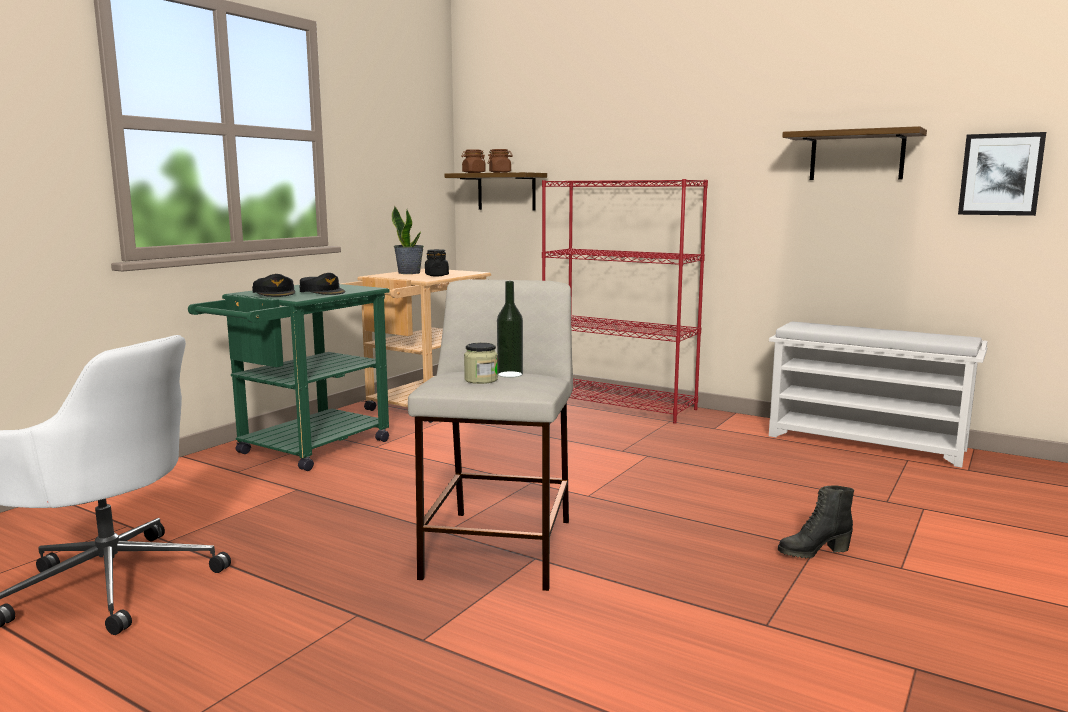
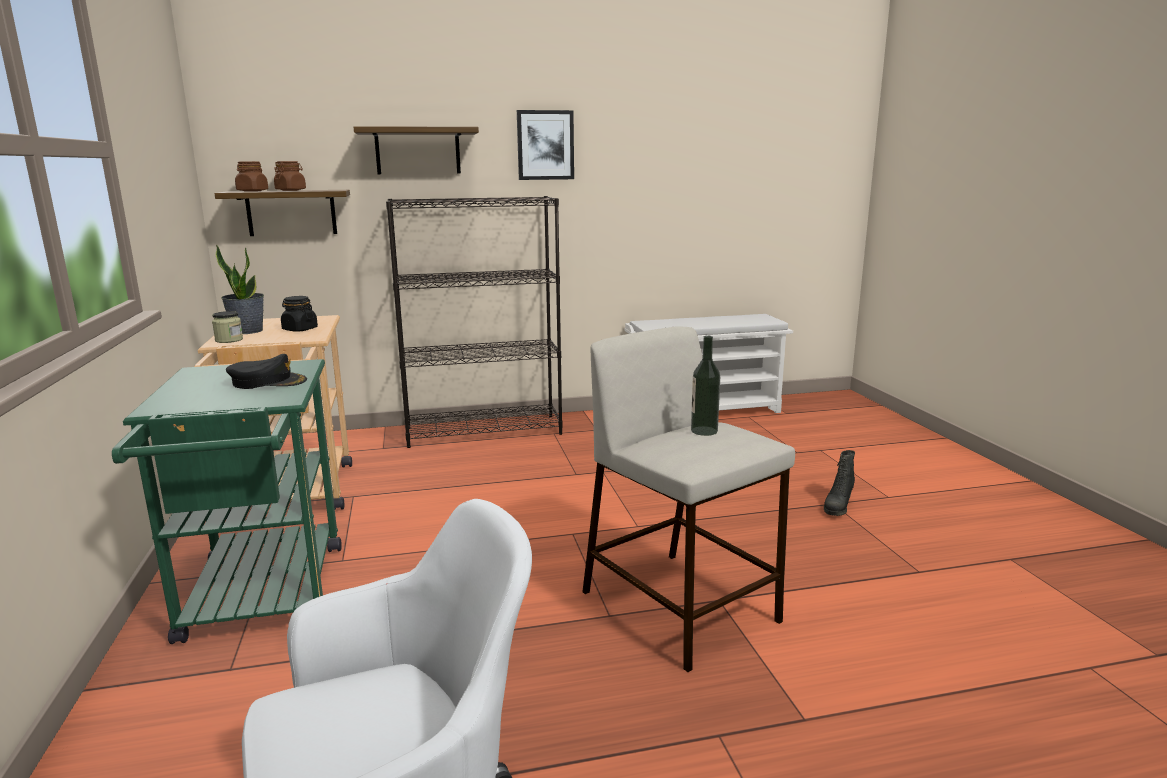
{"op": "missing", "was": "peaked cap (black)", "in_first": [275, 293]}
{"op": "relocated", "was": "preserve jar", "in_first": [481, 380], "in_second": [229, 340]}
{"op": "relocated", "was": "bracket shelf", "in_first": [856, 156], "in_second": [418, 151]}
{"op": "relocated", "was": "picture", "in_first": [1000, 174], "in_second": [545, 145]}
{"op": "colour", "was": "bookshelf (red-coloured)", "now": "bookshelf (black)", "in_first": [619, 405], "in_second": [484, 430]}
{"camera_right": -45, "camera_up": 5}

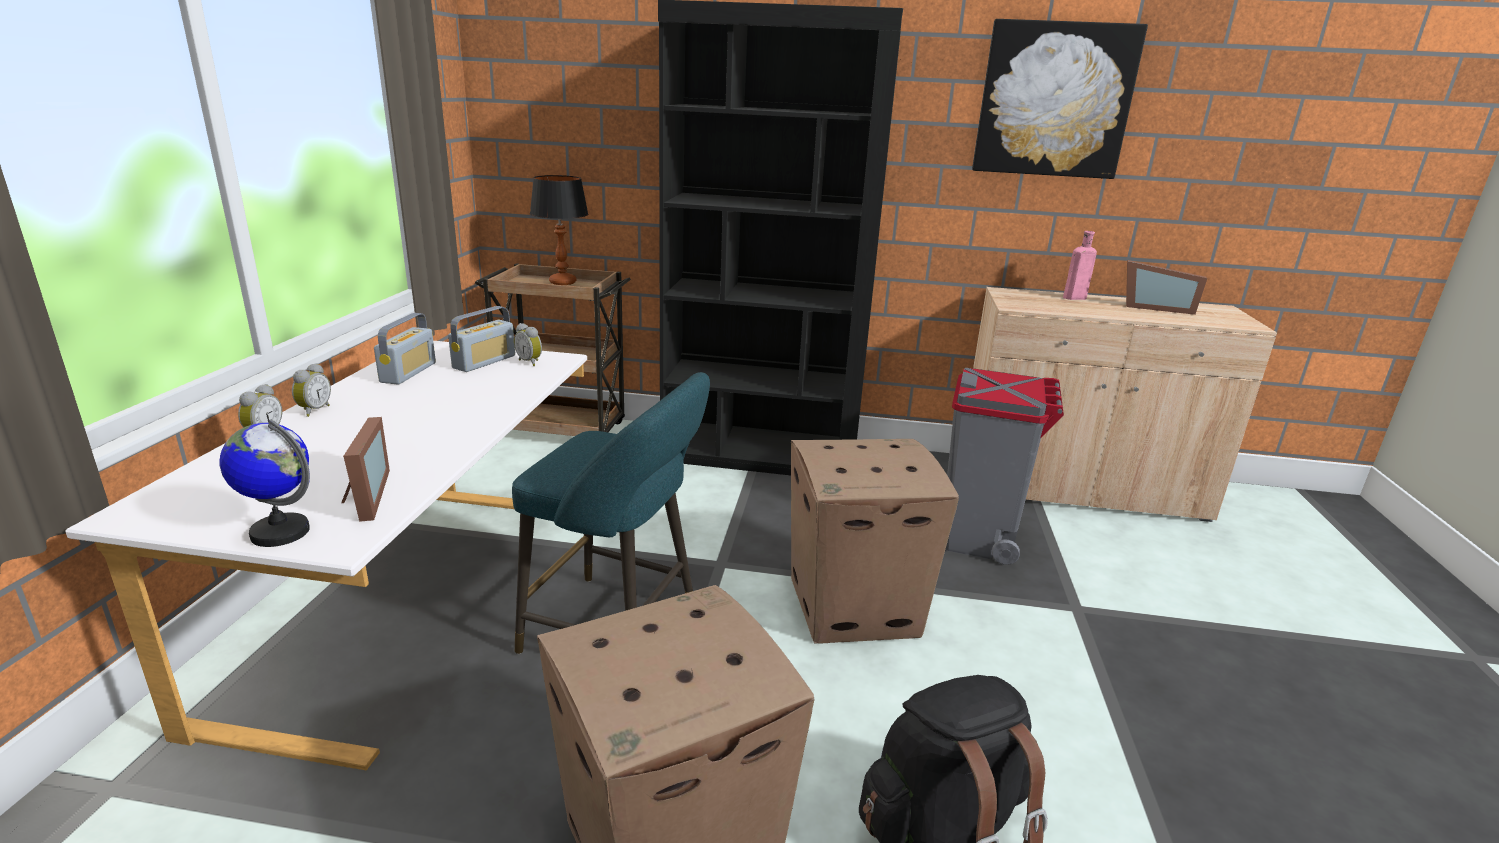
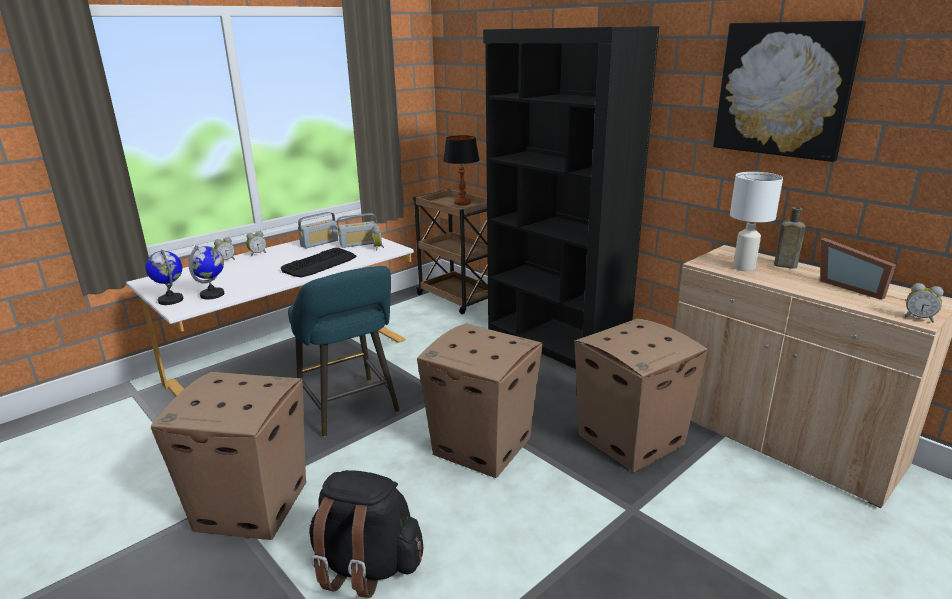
{"op": "appeared", "now": "keyboard", "in_second": [320, 263]}
{"op": "appeared", "now": "lamp for a table (white-coloured)", "in_second": [744, 268]}
{"op": "appeared", "now": "table clock", "in_second": [919, 318]}
{"op": "exchanged", "was": "picture frame", "now": "globe", "in_first": [362, 498], "in_second": [212, 295]}
{"op": "exchanged", "was": "rubbish bin (grey)", "now": "carton", "in_first": [979, 536], "in_second": [632, 439]}
{"op": "colour", "was": "drink bottle (pink)", "now": "drink bottle (brown-coloured)", "in_first": [1073, 298], "in_second": [783, 265]}
{"camera_right": 40, "camera_up": 0}

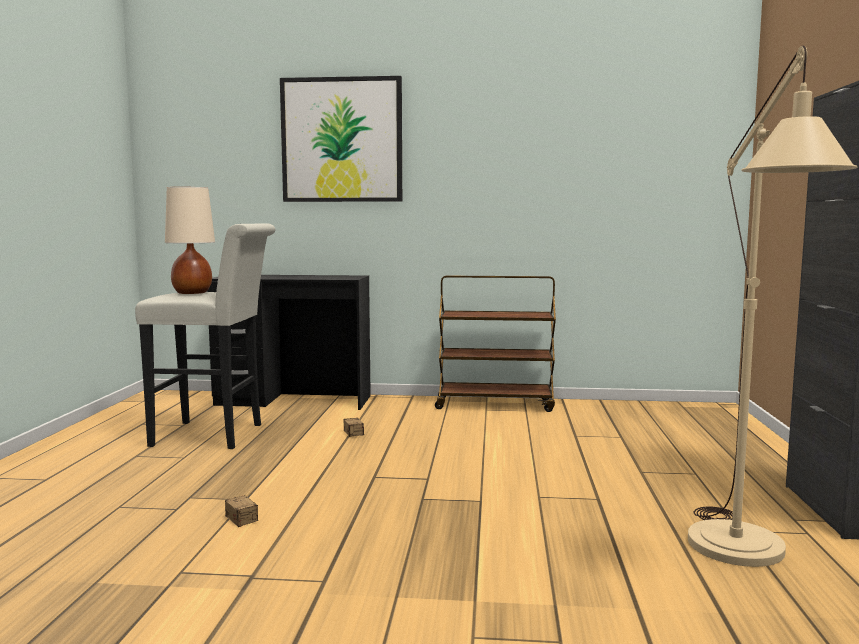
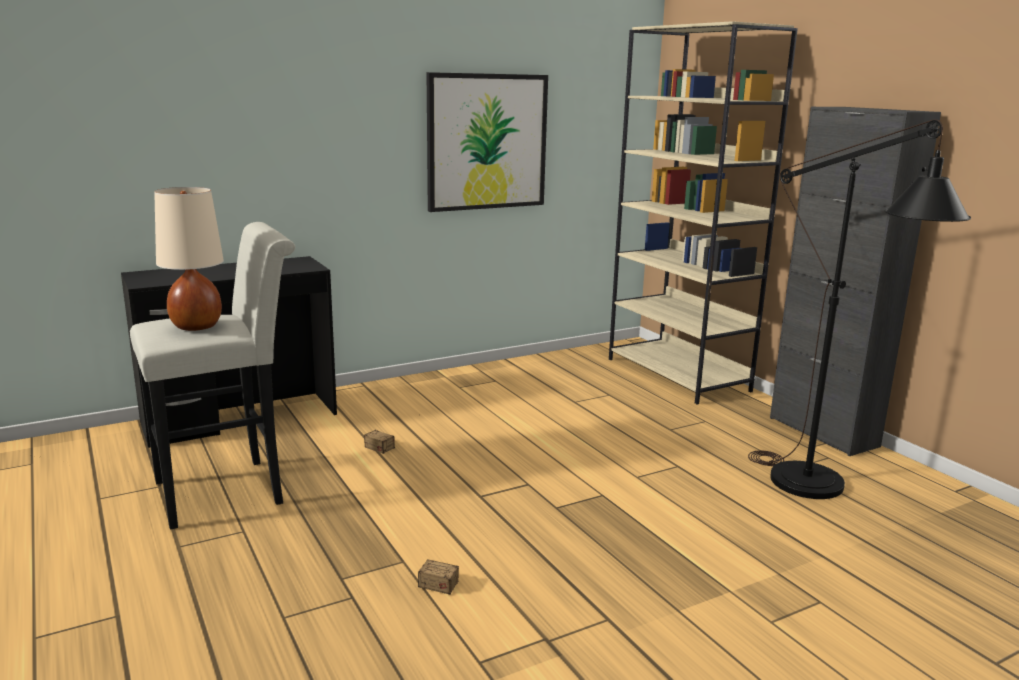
{"op": "missing", "was": "wheeled cart (brown-coloured)", "in_first": [495, 404]}
{"op": "appeared", "now": "bookshelf (beige-coloured)", "in_second": [678, 375]}
{"op": "relocated", "was": "picture", "in_first": [342, 140], "in_second": [487, 142]}
{"op": "colour", "was": "standing lamp (beige-coloured)", "now": "standing lamp (black)", "in_first": [742, 557], "in_second": [822, 491]}
{"camera_right": -35, "camera_up": 10}

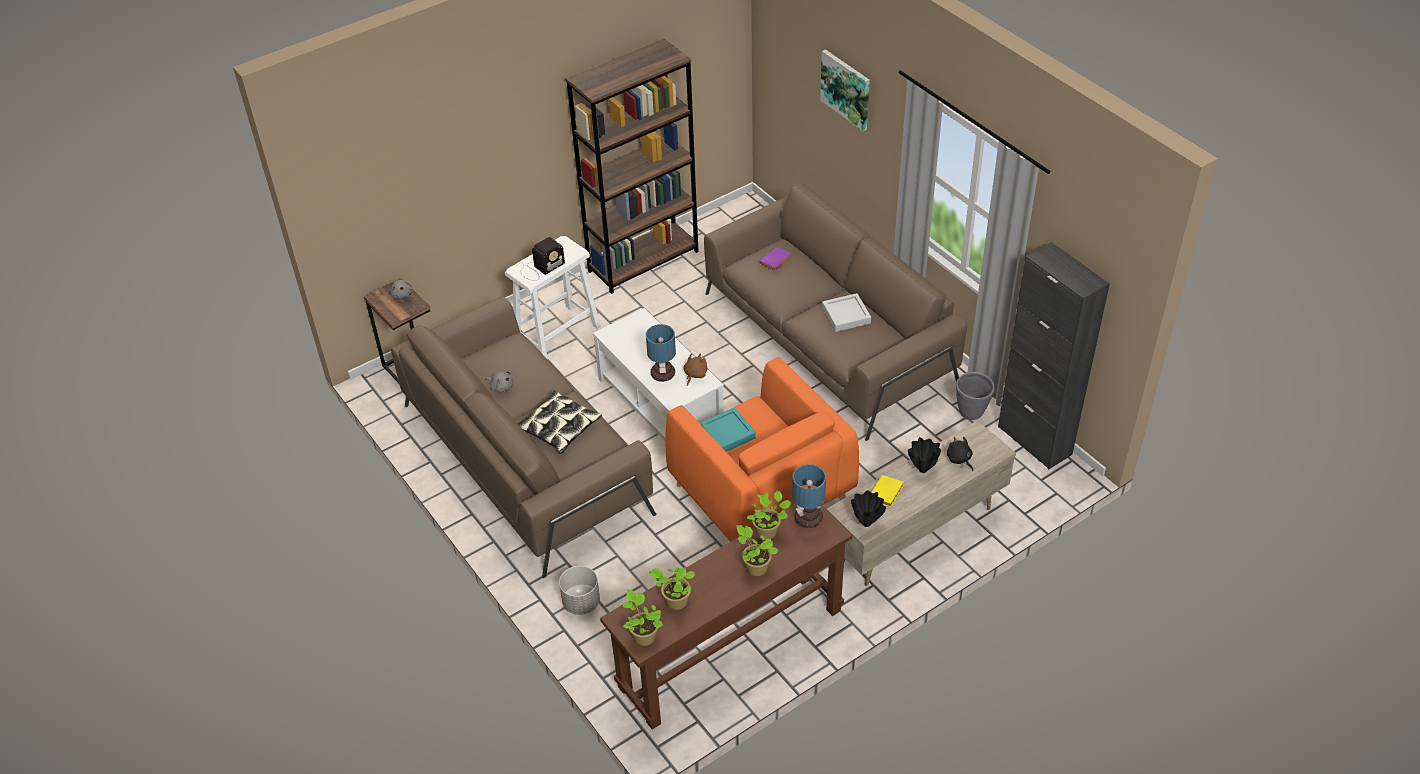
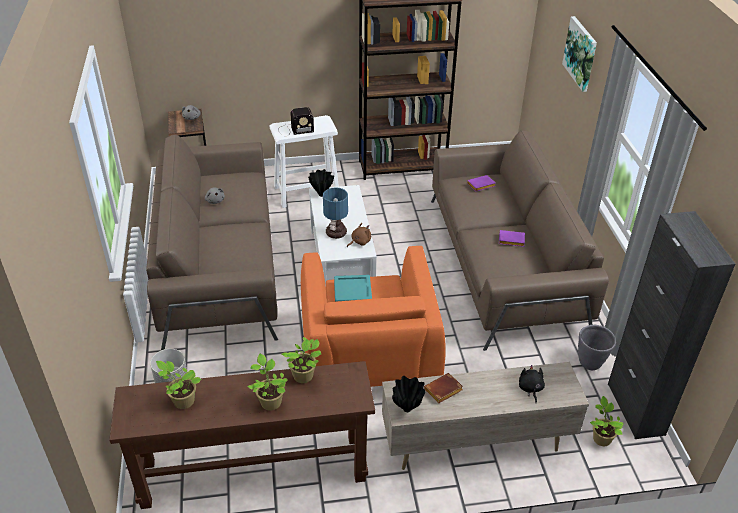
{"op": "missing", "was": "cushion", "in_first": [559, 428]}
{"op": "missing", "was": "lamp for a table", "in_first": [807, 519]}
{"op": "relocated", "was": "houseplant", "in_first": [643, 635], "in_second": [601, 438]}
{"op": "relocated", "was": "decorative vase (black)", "in_first": [922, 469], "in_second": [321, 194]}
{"op": "exchanged", "was": "serving tray (grey)", "now": "volume (purple)", "in_first": [846, 315], "in_second": [510, 241]}
{"op": "colour", "was": "volume (yellowish)", "now": "volume (brown-coloured)", "in_first": [886, 494], "in_second": [443, 391]}
{"camera_right": 25, "camera_up": -5}

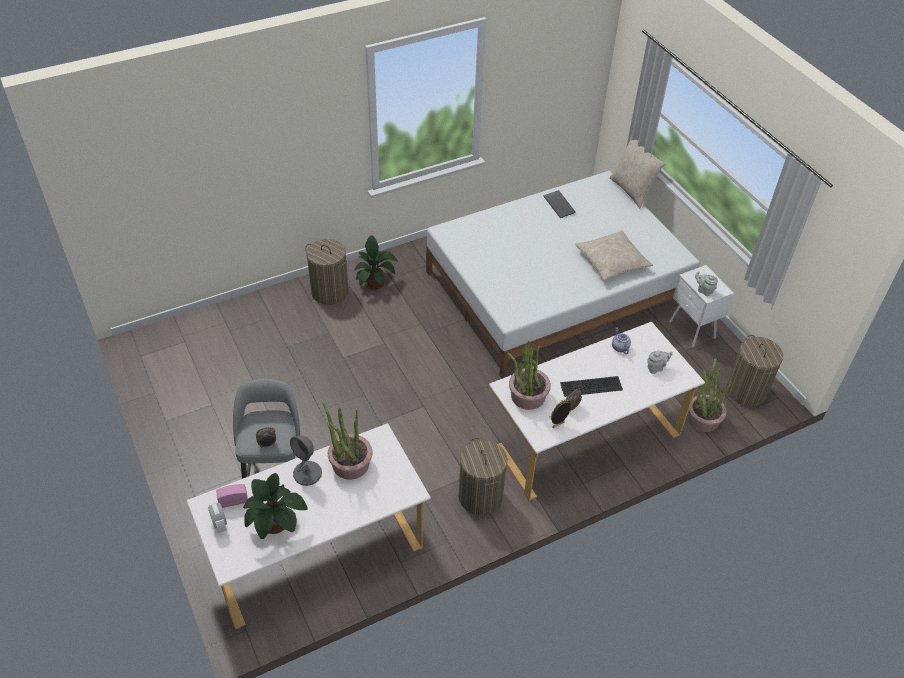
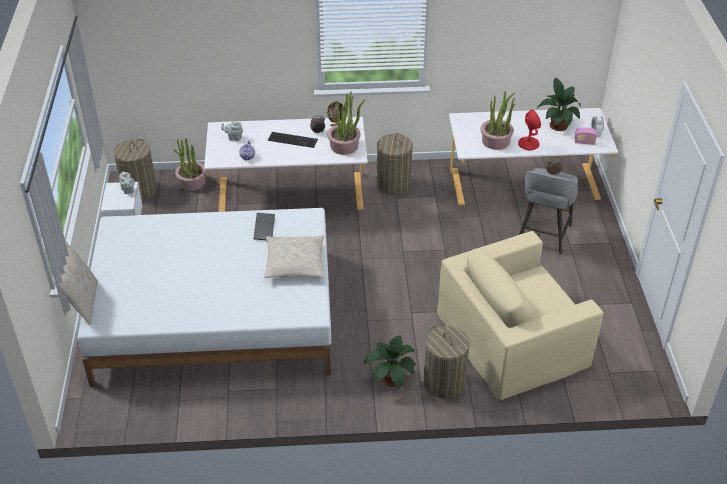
{"op": "appeared", "now": "easy chair (beige-coloured)", "in_second": [512, 337]}
{"op": "relocated", "was": "keyboard", "in_first": [560, 205], "in_second": [263, 227]}
{"op": "relocated", "was": "cushion (beige-coloured)", "in_first": [611, 261], "in_second": [294, 263]}
{"op": "colour", "was": "lamp for a table (grey)", "now": "lamp for a table (red-coloured)", "in_first": [307, 473], "in_second": [528, 144]}
{"camera_right": -155, "camera_up": -5}

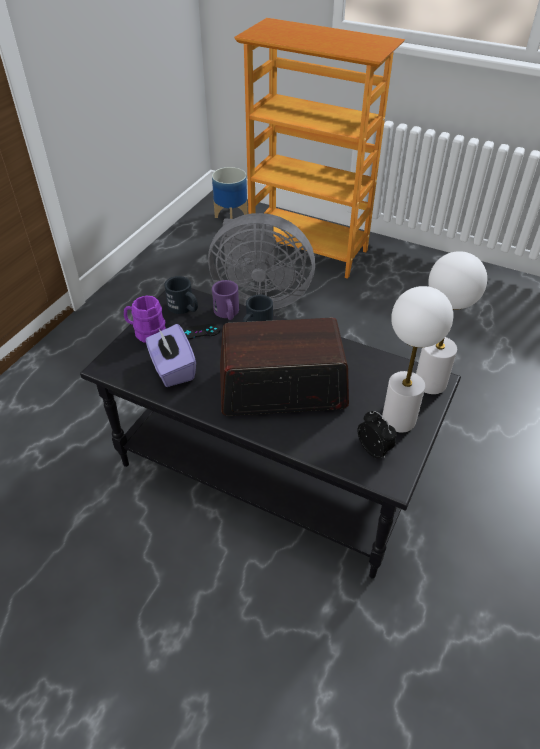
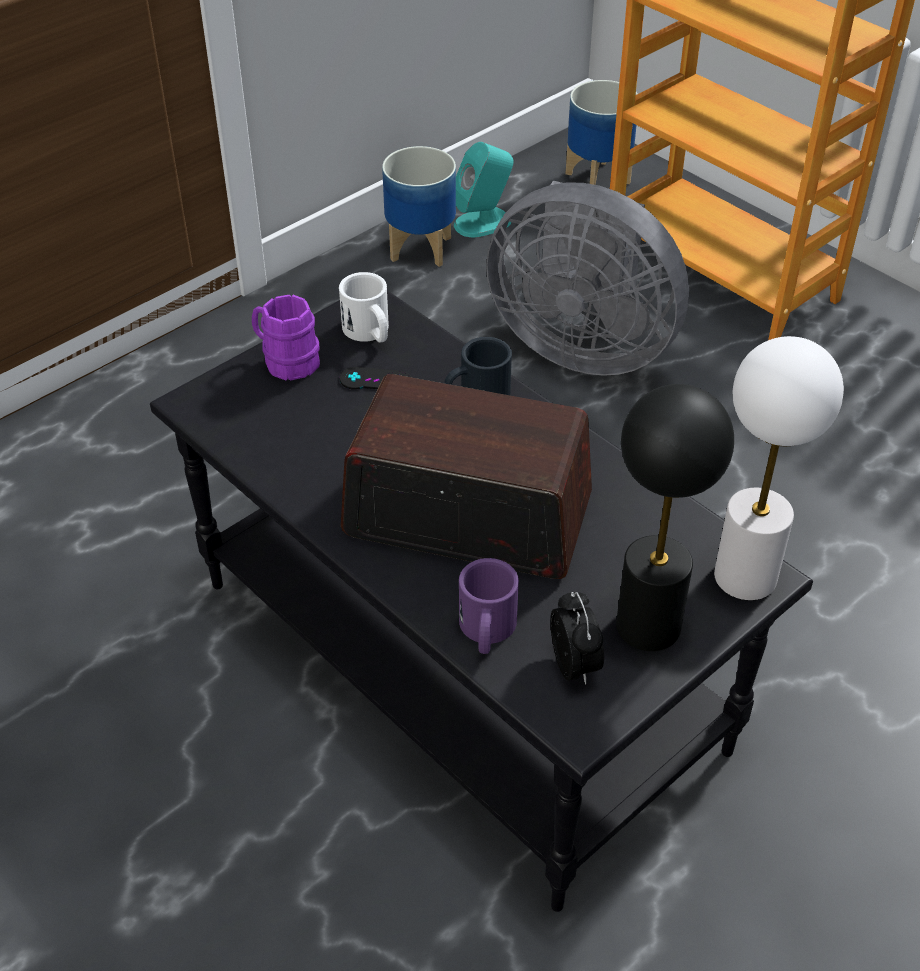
{"op": "missing", "was": "tissue holder (purple)", "in_first": [172, 369]}
{"op": "appeared", "now": "planter", "in_second": [420, 249]}
{"op": "appeared", "now": "loudspeaker (turquoise)", "in_second": [483, 222]}
{"op": "relocated", "was": "mug (purple)", "in_first": [227, 313], "in_second": [486, 632]}
{"op": "colour", "was": "mug (black)", "now": "mug (white-coloured)", "in_first": [184, 308], "in_second": [370, 333]}
{"op": "colour", "was": "lamp for a table (white-coloured)", "now": "lamp for a table (black)", "in_first": [399, 419], "in_second": [649, 626]}
{"camera_right": 20, "camera_up": 0}

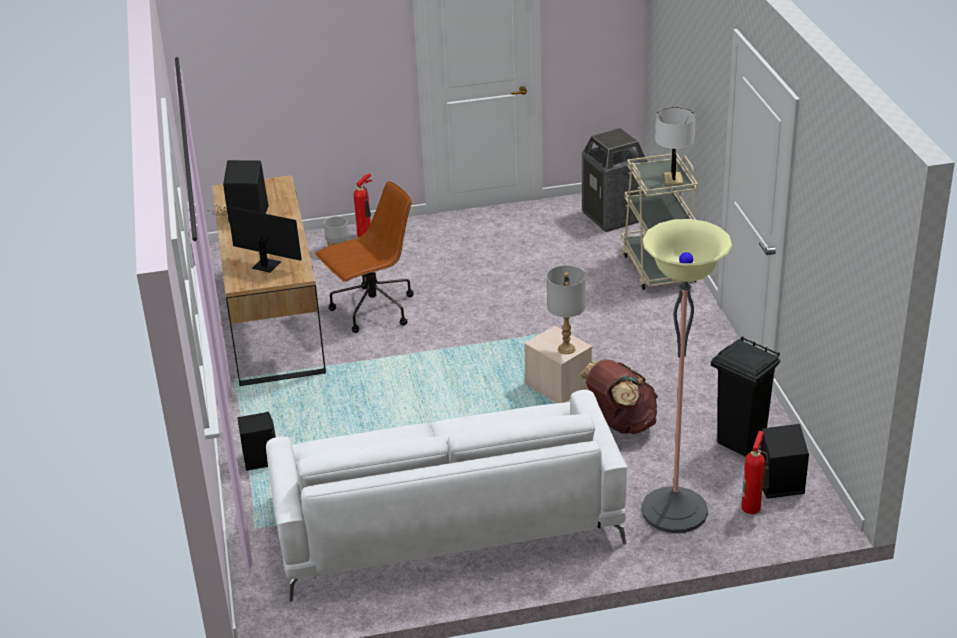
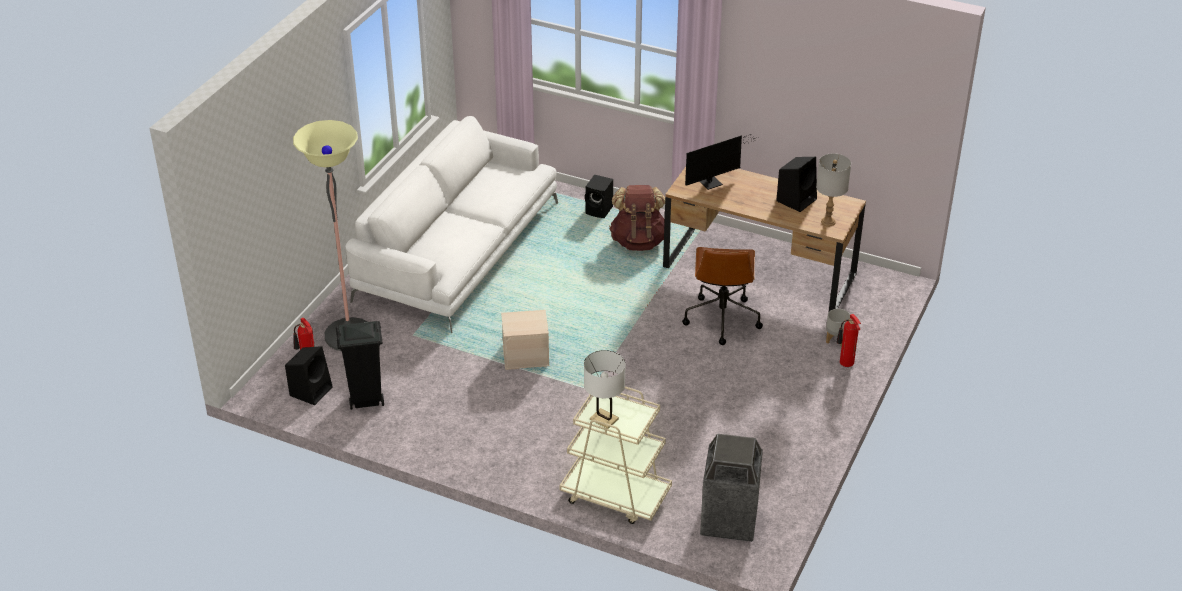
{"op": "relocated", "was": "lamp for a table (grey)", "in_first": [566, 349], "in_second": [828, 222]}
{"op": "relocated", "was": "rucksack (brown-coloured)", "in_first": [619, 424], "in_second": [638, 241]}
{"camera_right": 125, "camera_up": 5}

